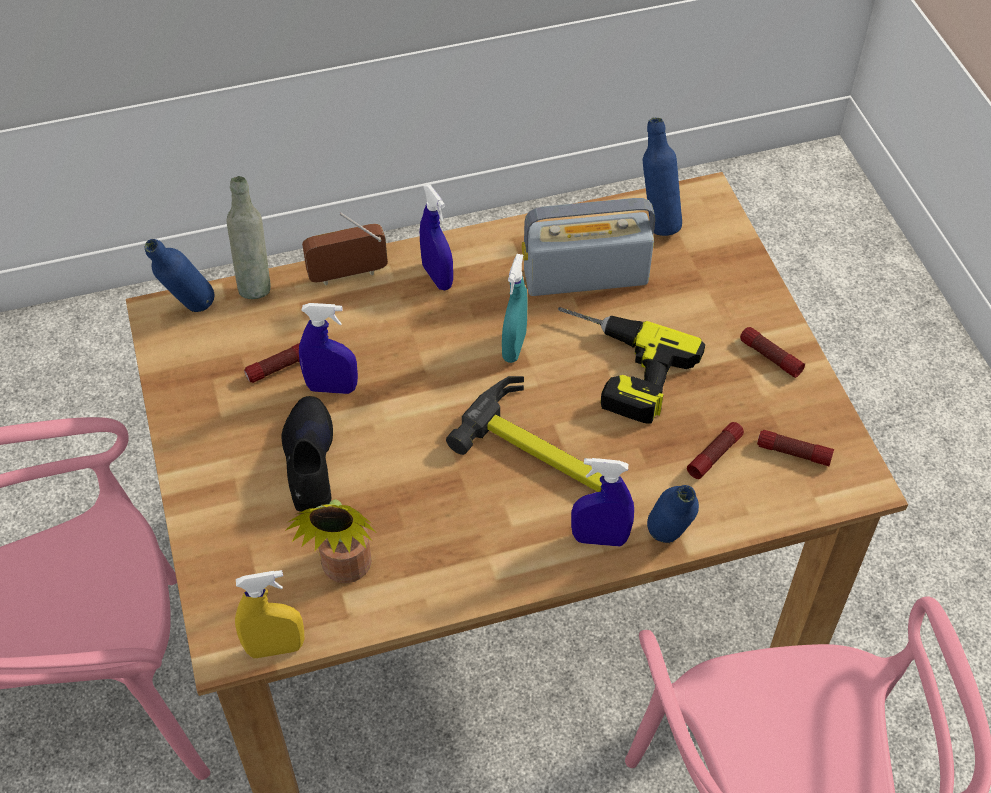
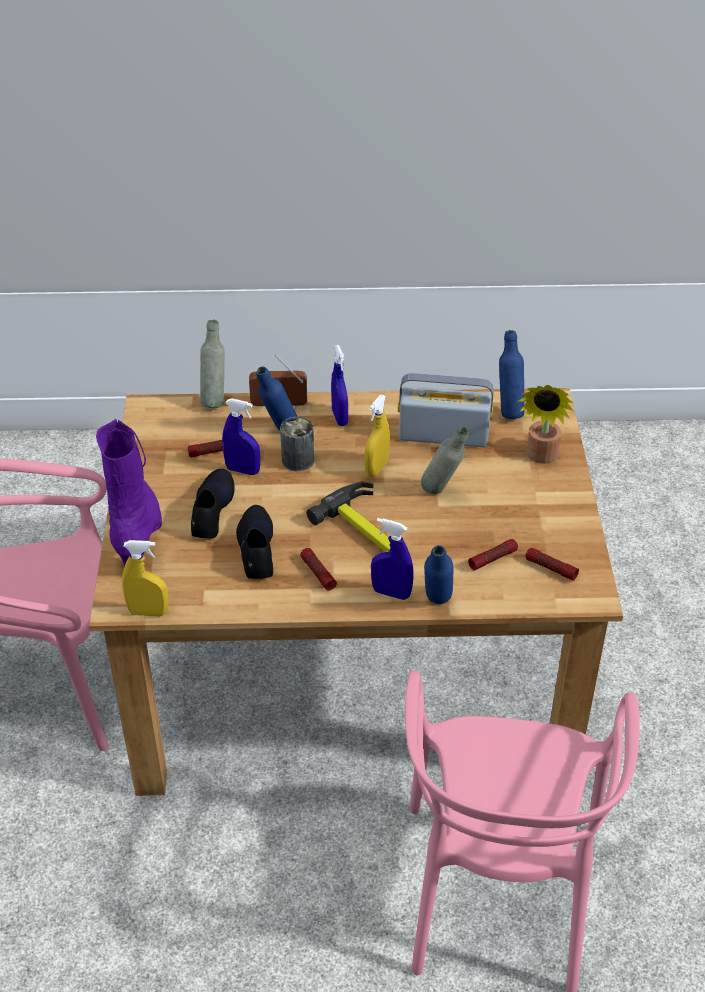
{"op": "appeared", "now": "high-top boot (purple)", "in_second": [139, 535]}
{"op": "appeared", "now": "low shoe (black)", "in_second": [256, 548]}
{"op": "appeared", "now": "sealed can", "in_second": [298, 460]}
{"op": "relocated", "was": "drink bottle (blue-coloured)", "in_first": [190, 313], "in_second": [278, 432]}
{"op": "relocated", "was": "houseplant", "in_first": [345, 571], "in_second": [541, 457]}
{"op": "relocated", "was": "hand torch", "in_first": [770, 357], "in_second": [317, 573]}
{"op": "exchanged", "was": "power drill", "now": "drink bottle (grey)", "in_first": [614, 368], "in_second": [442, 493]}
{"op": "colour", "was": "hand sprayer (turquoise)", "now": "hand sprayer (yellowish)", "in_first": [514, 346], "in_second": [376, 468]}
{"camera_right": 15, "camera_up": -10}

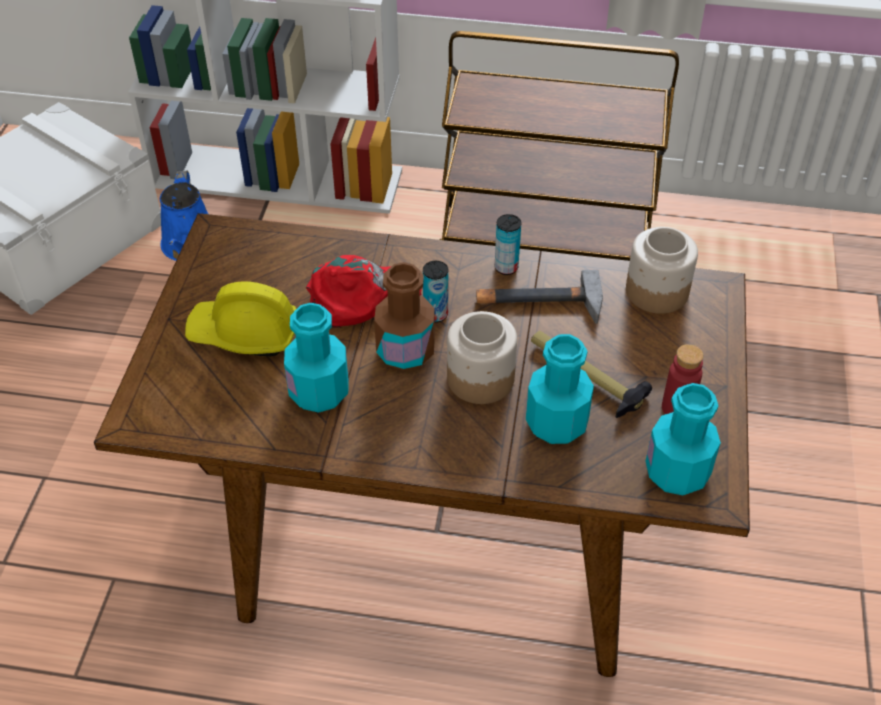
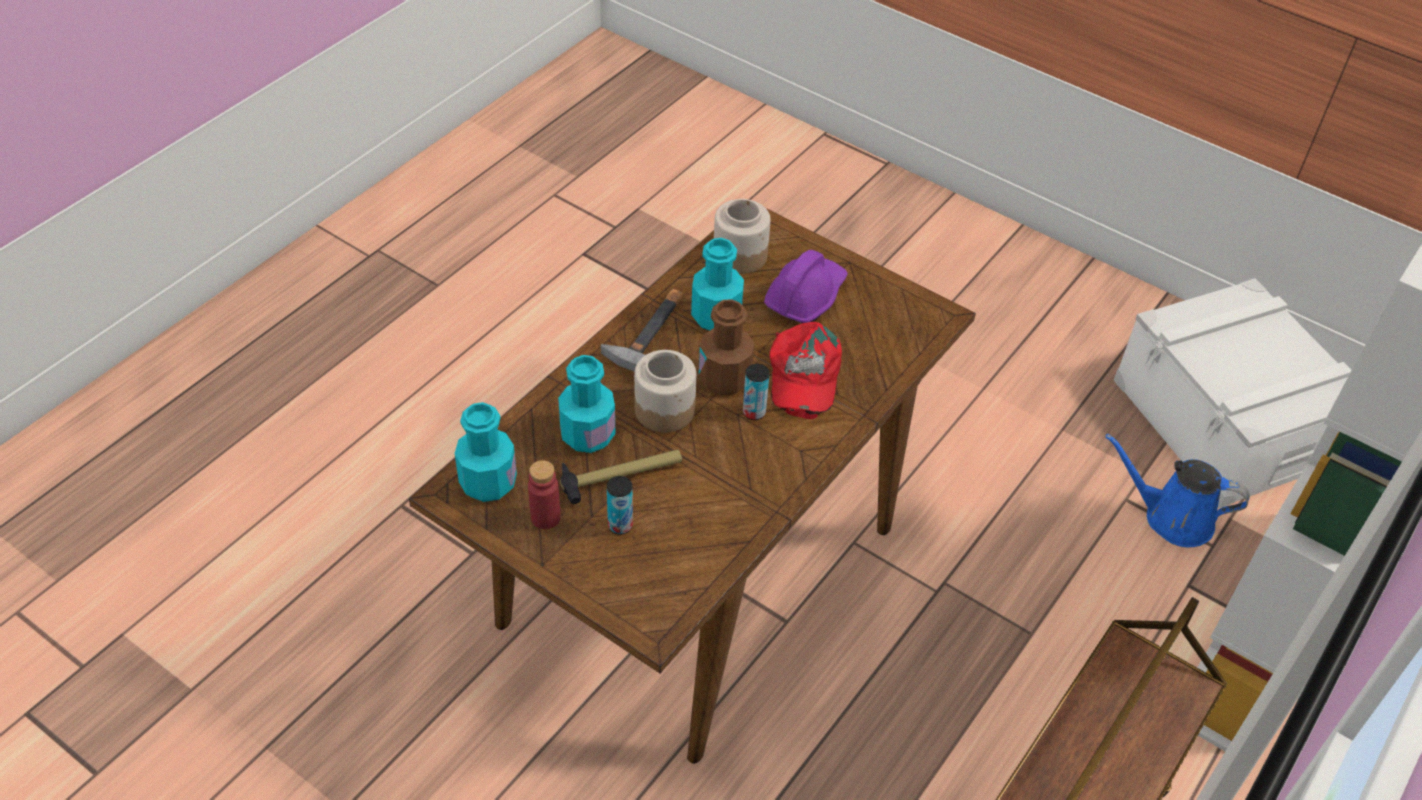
{"op": "relocated", "was": "hand hammer", "in_first": [538, 302], "in_second": [649, 331]}
{"op": "relocated", "was": "sealed can", "in_first": [506, 267], "in_second": [620, 525]}
{"op": "relocated", "was": "preserve jar", "in_first": [656, 291], "in_second": [740, 255]}
{"op": "colour", "was": "hard hat (yellowish)", "now": "hard hat (purple)", "in_first": [244, 334], "in_second": [805, 296]}
{"camera_right": 115, "camera_up": 0}

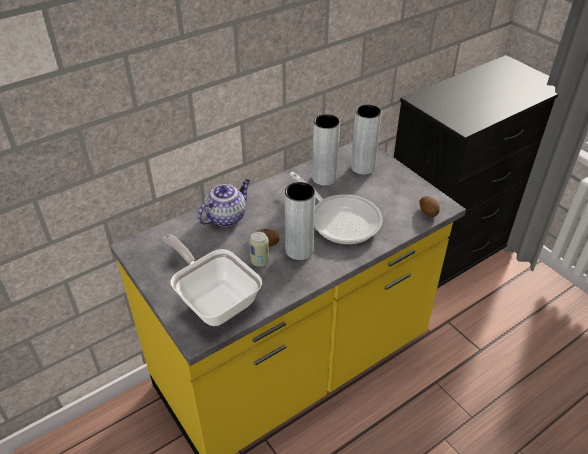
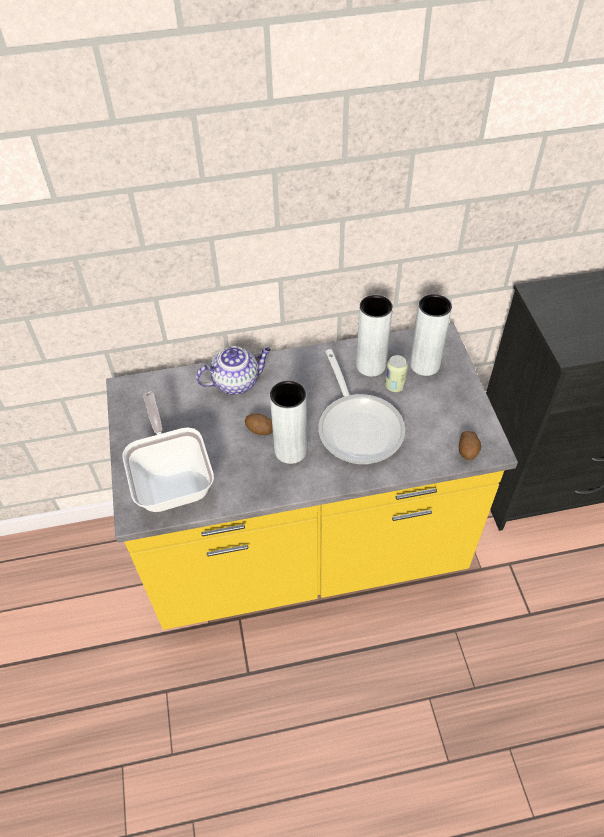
{"op": "relocated", "was": "sealed can", "in_first": [260, 261], "in_second": [394, 386]}
{"camera_right": 25, "camera_up": 10}

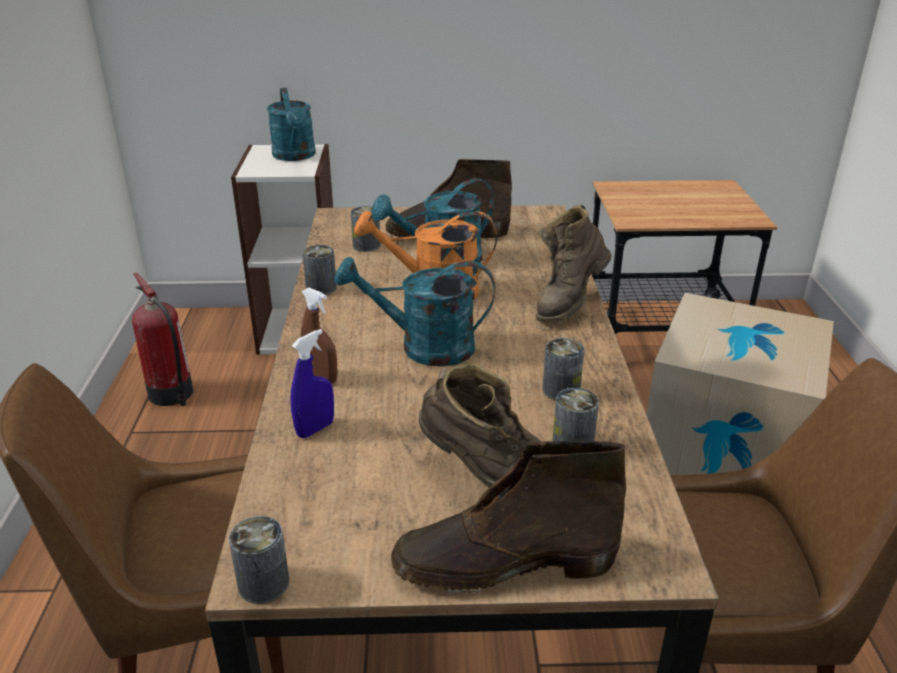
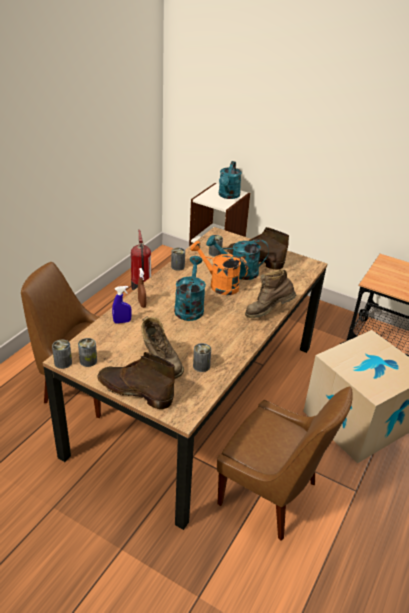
{"op": "relocated", "was": "sealed can", "in_first": [561, 390], "in_second": [88, 361]}
{"op": "spun", "was": "watering can (turquoise)", "in_first": [424, 347], "in_second": [189, 307], "clockwise": 60}
{"camera_right": 30, "camera_up": 5}

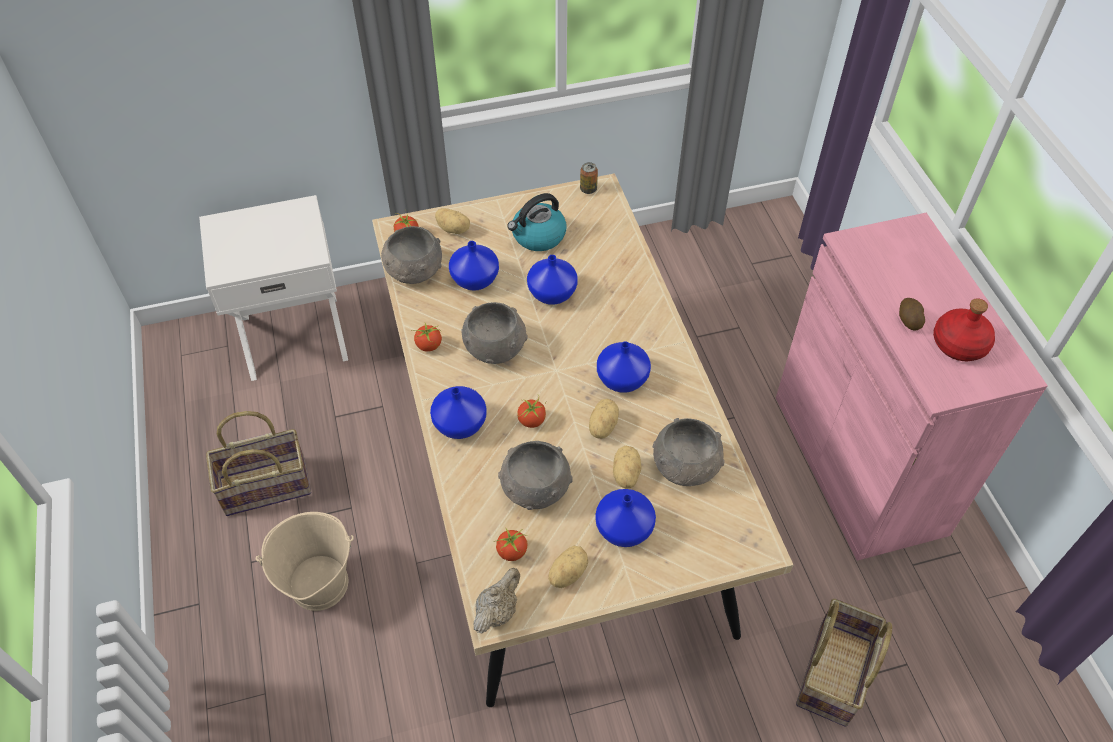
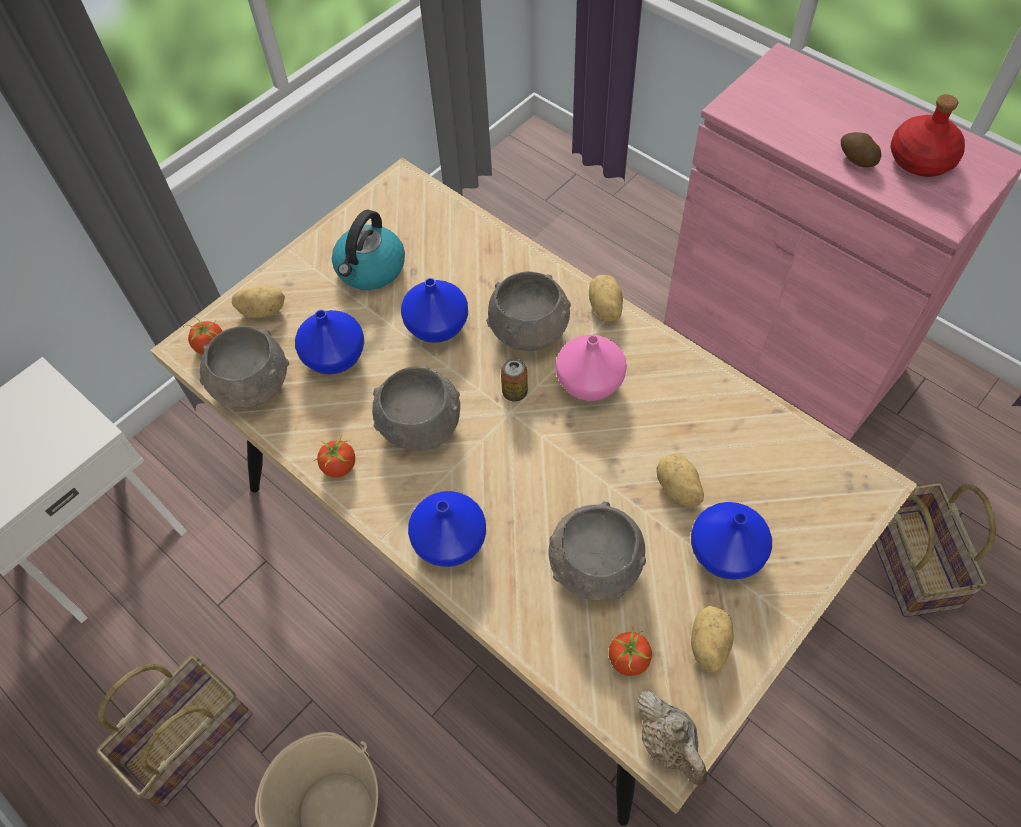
{"op": "missing", "was": "whole tomato", "in_first": [532, 420]}
{"op": "relocated", "was": "sealed can", "in_first": [588, 189], "in_second": [515, 392]}
{"op": "relocated", "was": "whole potato", "in_first": [601, 426], "in_second": [604, 309]}
{"op": "relocated", "was": "serving bowl (grey)", "in_first": [686, 466], "in_second": [530, 330]}
{"op": "colour", "was": "decorative vase (blue-coloured)", "now": "decorative vase (pink)", "in_first": [623, 380], "in_second": [591, 382]}
{"op": "spun", "was": "tea pot (beige-coloured)", "in_first": [497, 611], "in_second": [669, 744], "clockwise": 150}
{"camera_right": -30, "camera_up": 5}

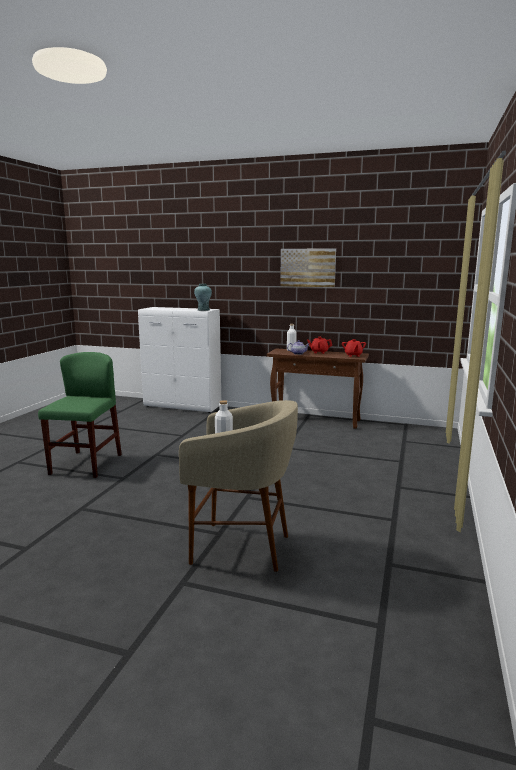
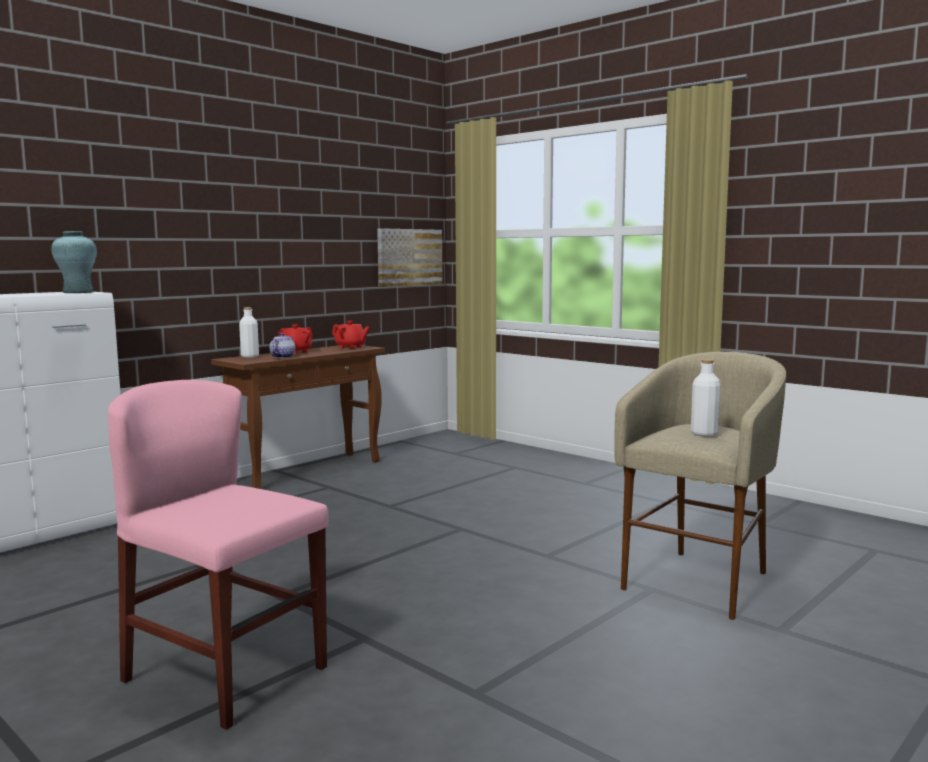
{"op": "relocated", "was": "picture", "in_first": [308, 267], "in_second": [409, 257]}
{"op": "colour", "was": "upright chair (greenish)", "now": "upright chair (pink)", "in_first": [86, 464], "in_second": [226, 674]}
{"camera_right": -65, "camera_up": -5}

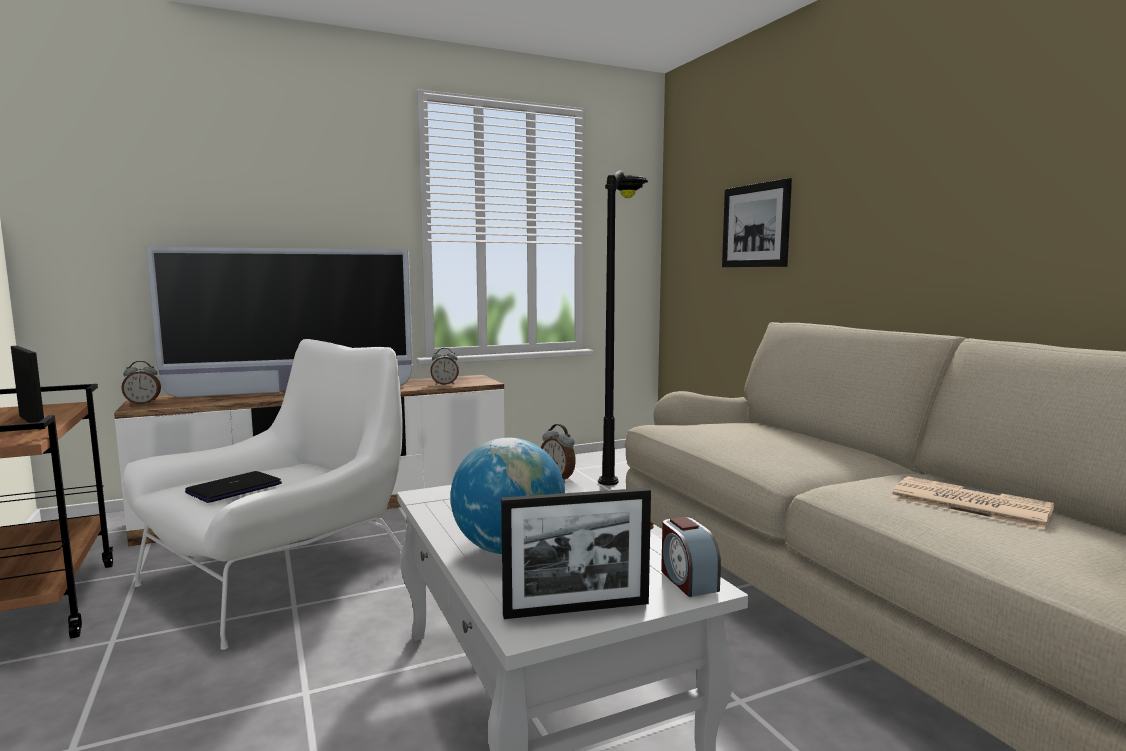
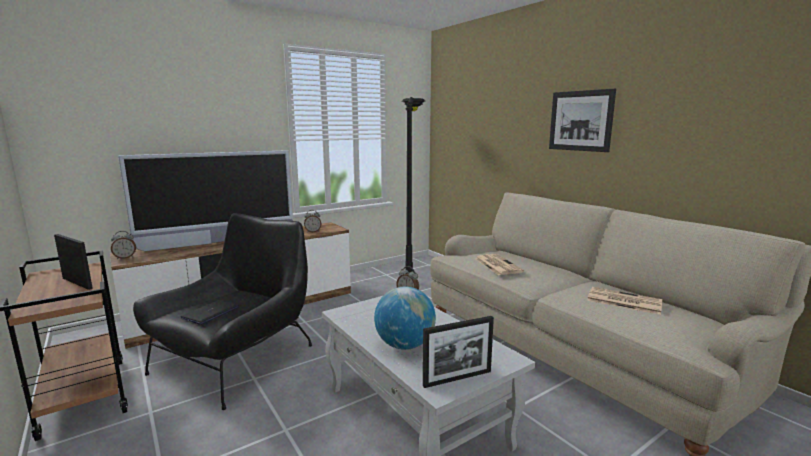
{"op": "missing", "was": "table clock", "in_first": [687, 580]}
{"op": "appeared", "now": "newspaper", "in_second": [497, 265]}
{"op": "relocated", "was": "picture", "in_first": [755, 225], "in_second": [580, 121]}
{"op": "colour", "was": "easy chair (white-coloured)", "now": "easy chair (black)", "in_first": [280, 575], "in_second": [236, 359]}
{"camera_right": -10, "camera_up": 5}

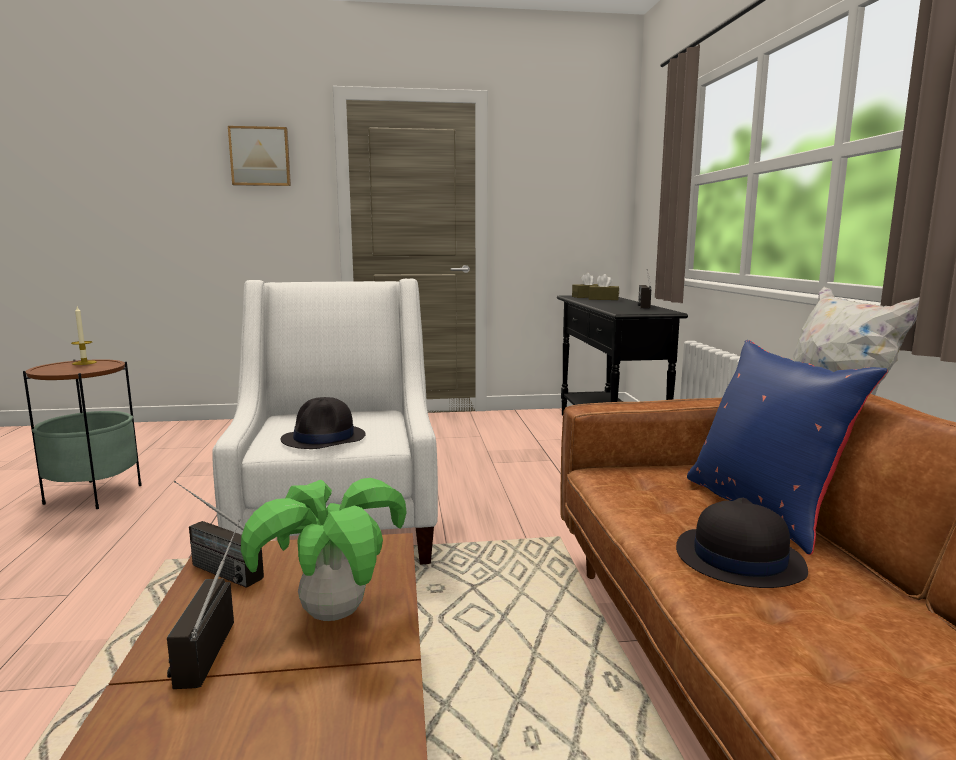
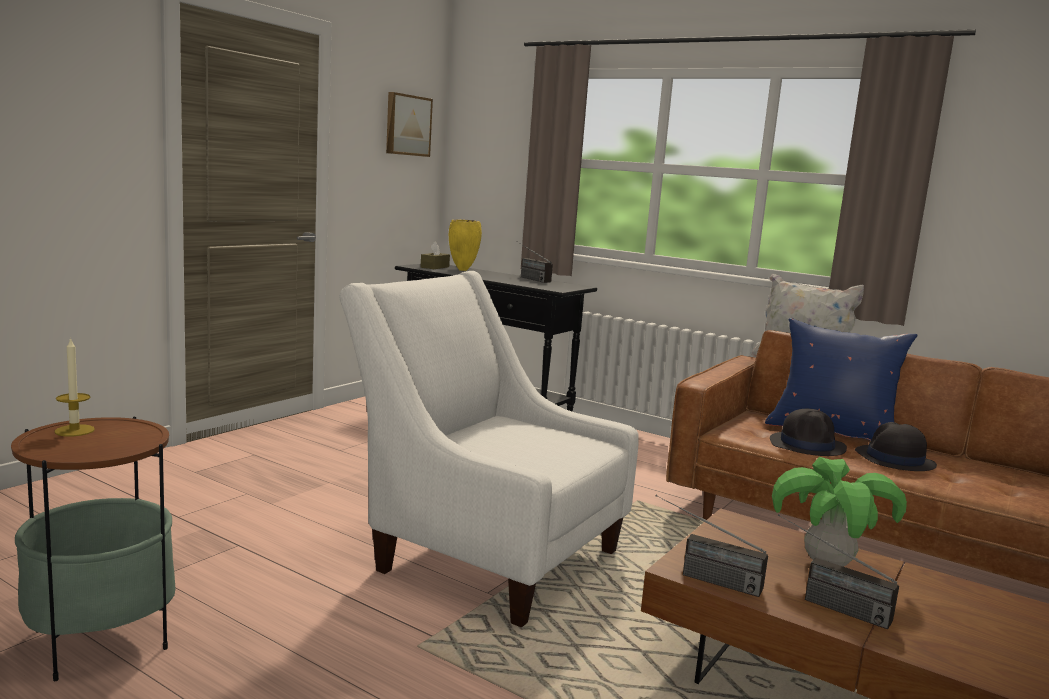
{"op": "relocated", "was": "picture", "in_first": [260, 156], "in_second": [407, 125]}
{"op": "relocated", "was": "hat (black)", "in_first": [324, 438], "in_second": [807, 445]}
{"op": "exchanged", "was": "tissue holder (brown-coloured)", "now": "decorative vase (yellowish)", "in_first": [603, 299], "in_second": [462, 270]}
{"op": "spun", "was": "radio receiver", "in_first": [210, 567], "in_second": [701, 577], "clockwise": 45}
{"camera_right": -50, "camera_up": 0}

